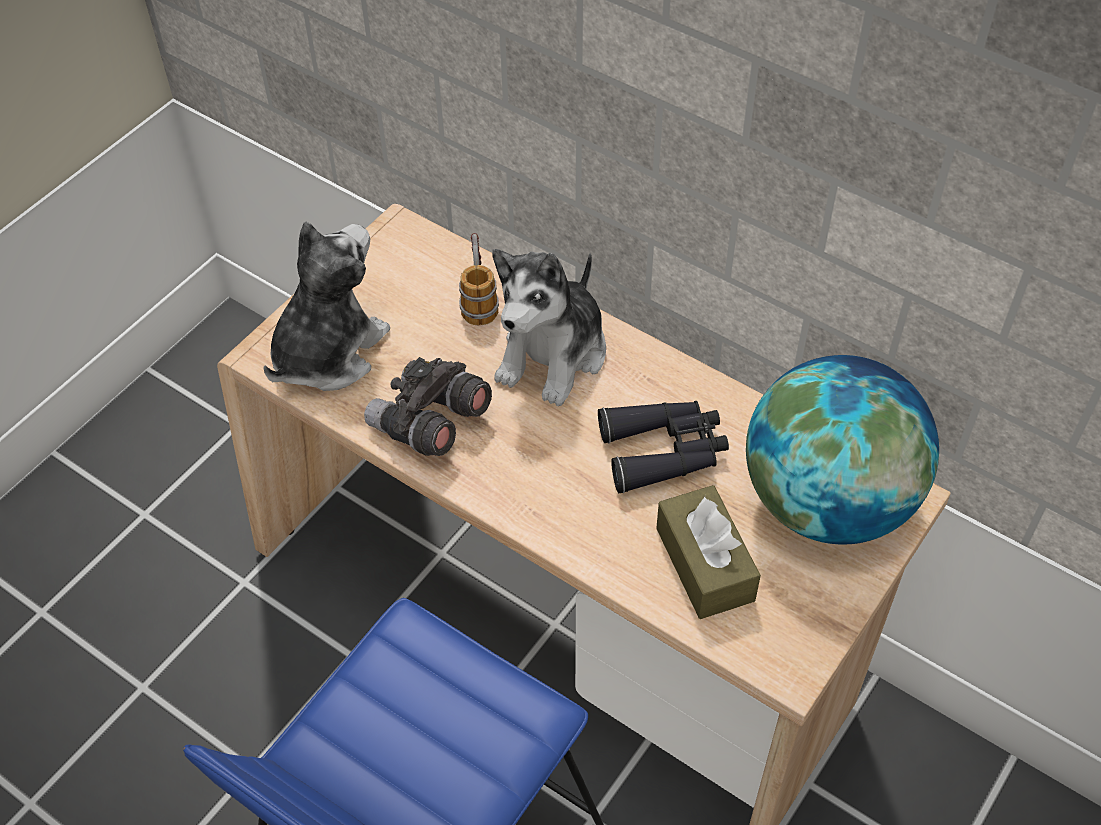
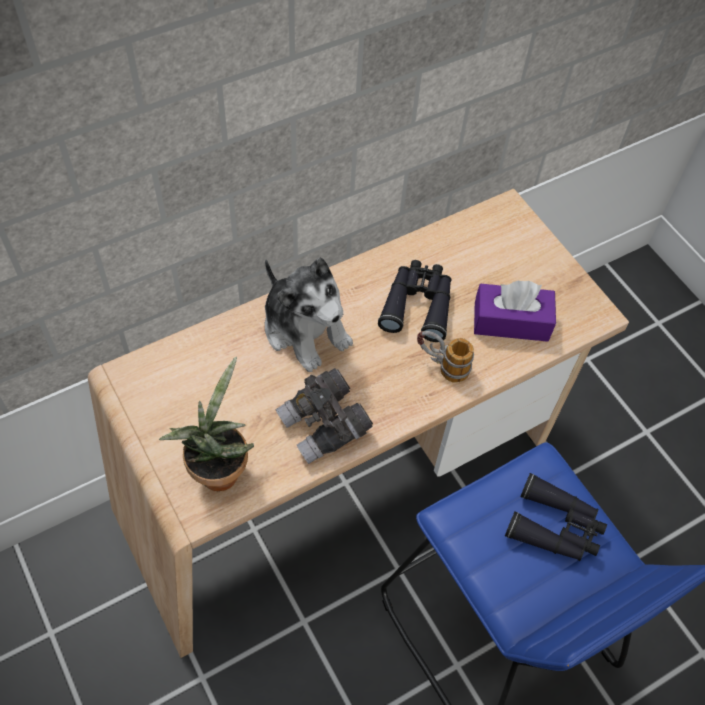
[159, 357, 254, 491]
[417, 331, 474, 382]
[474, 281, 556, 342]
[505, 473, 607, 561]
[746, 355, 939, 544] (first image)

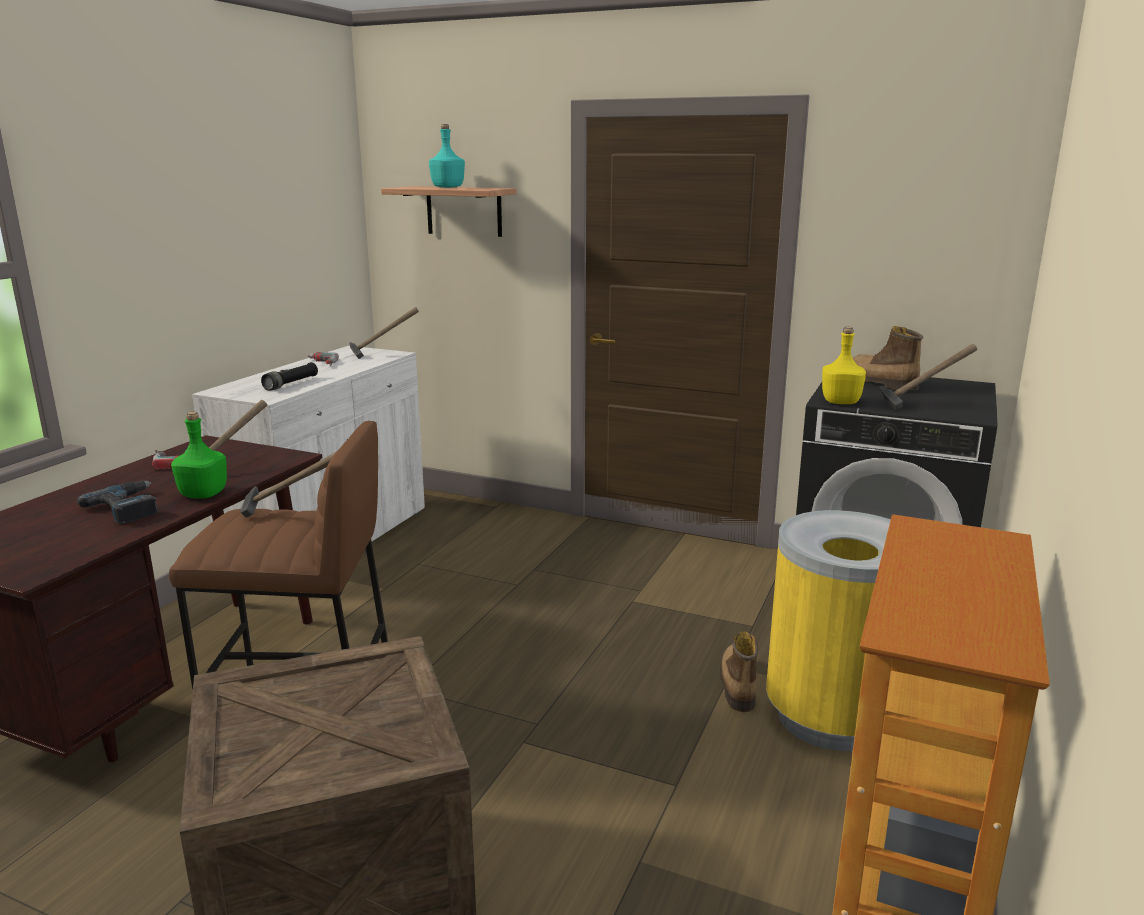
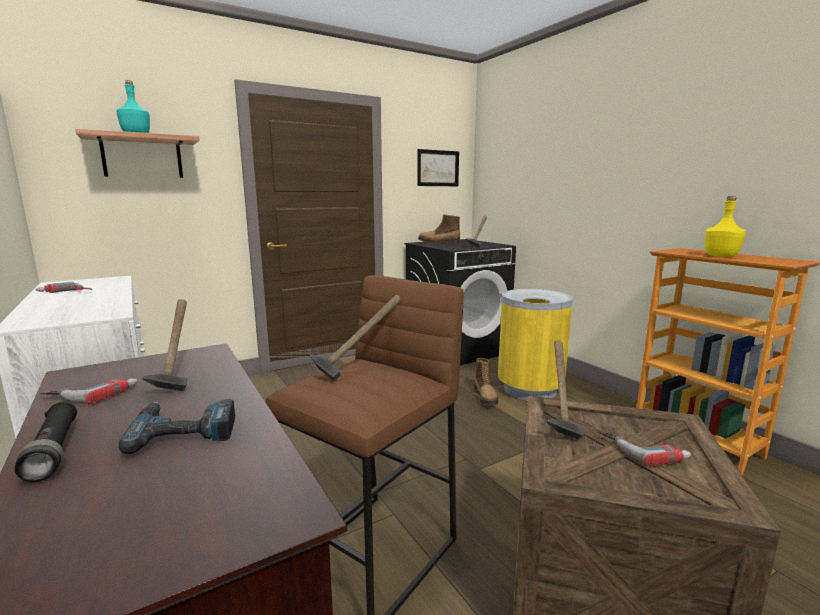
[15, 402, 77, 482]
[417, 149, 459, 186]
[474, 358, 498, 405]
[547, 340, 584, 439]
[597, 431, 691, 466]
[705, 196, 746, 257]
[171, 412, 227, 499] (first image)

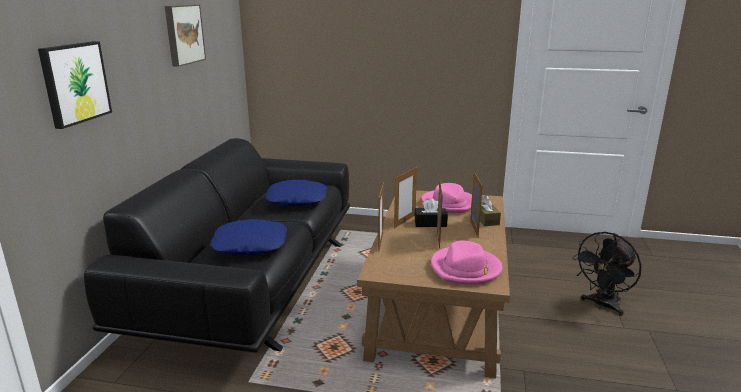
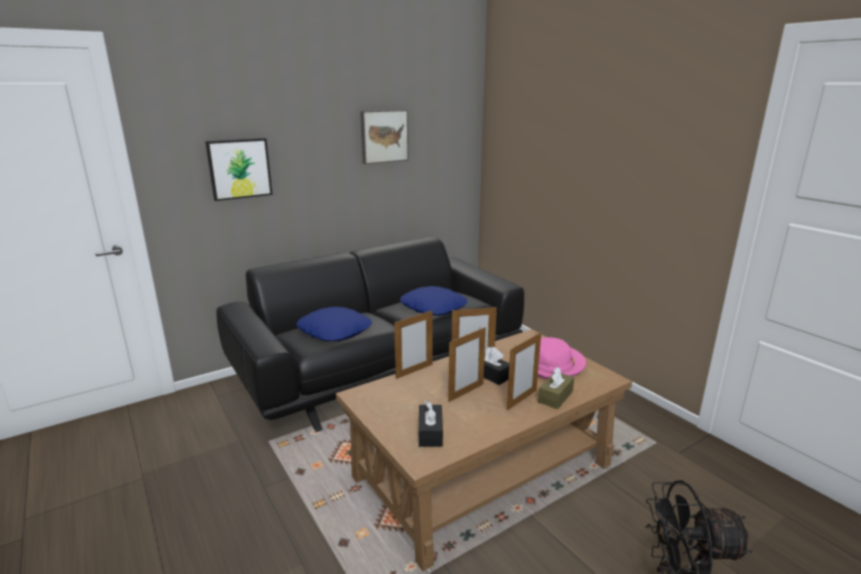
[419, 400, 443, 447]

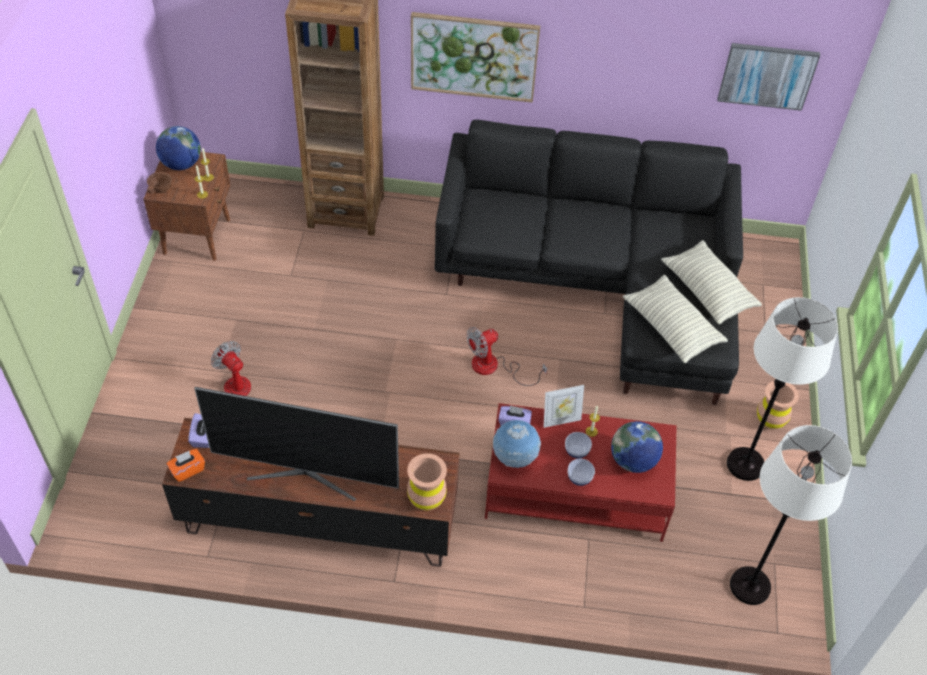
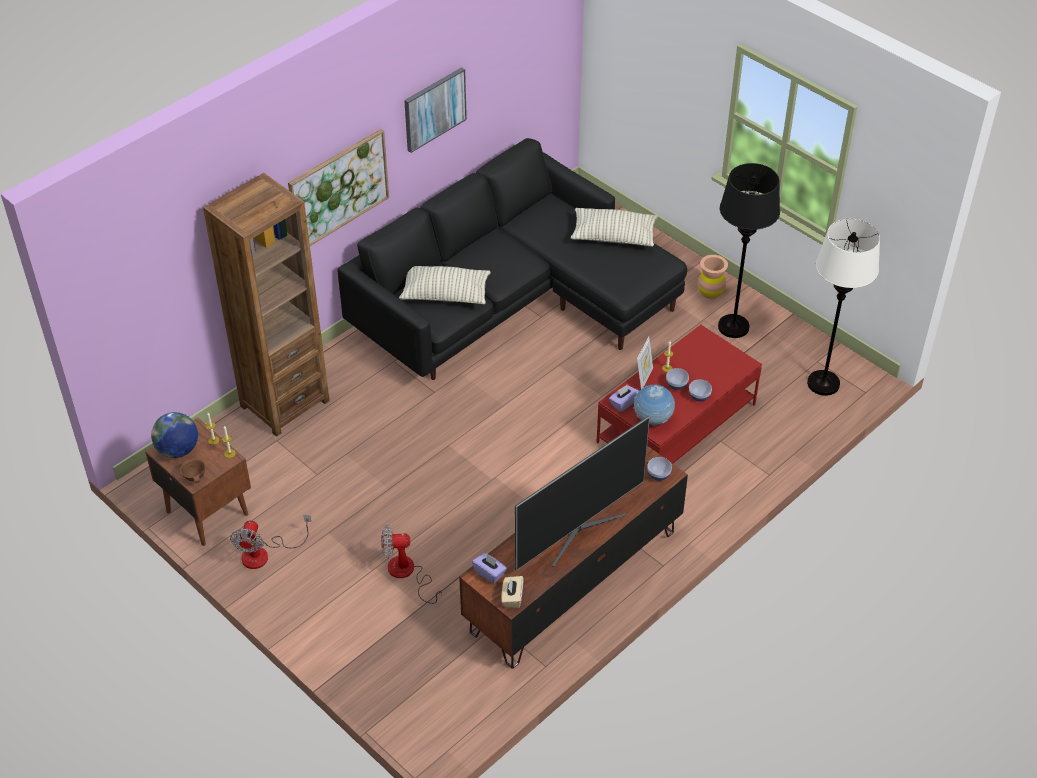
[230, 515, 311, 569]
[399, 266, 491, 304]
[404, 67, 467, 153]
[501, 576, 523, 608]
[647, 457, 672, 481]
[718, 163, 780, 338]
[611, 421, 663, 473] (first image)

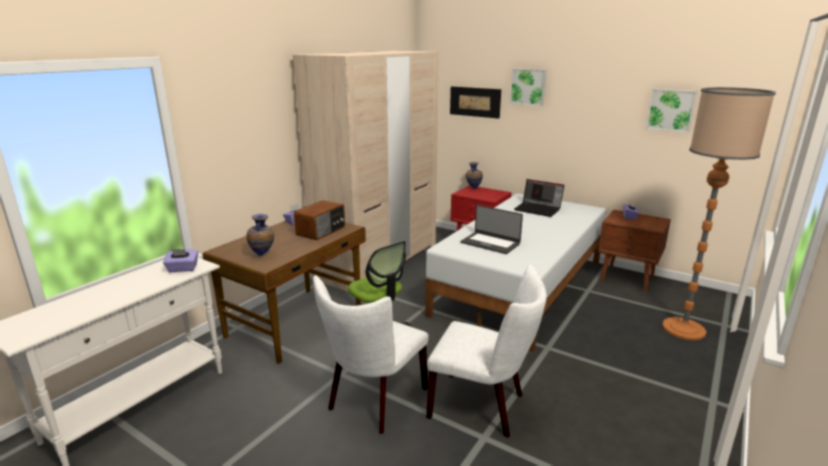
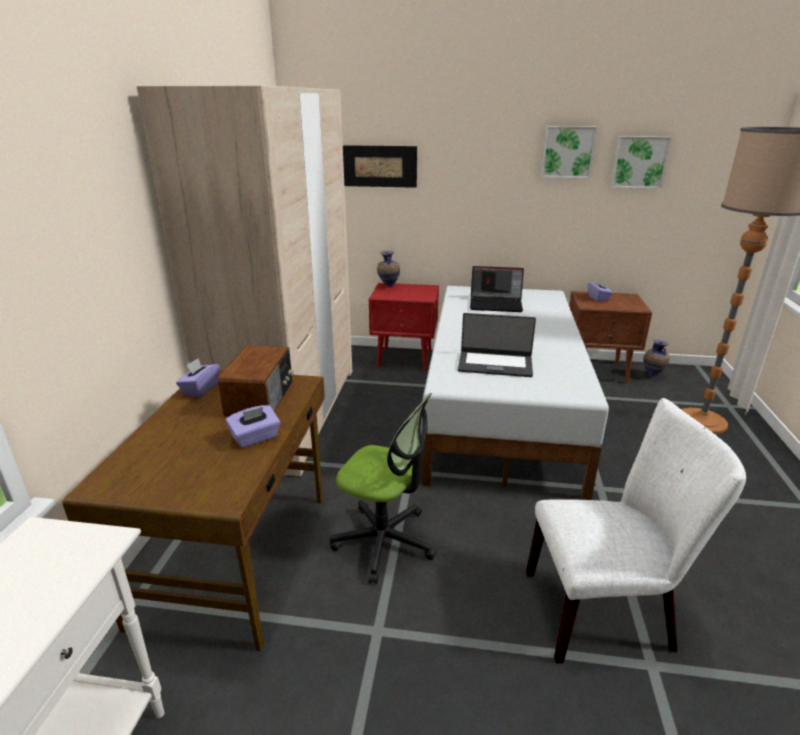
[226, 405, 280, 448]
[541, 126, 597, 178]
[643, 340, 670, 376]
[313, 275, 429, 434] (first image)

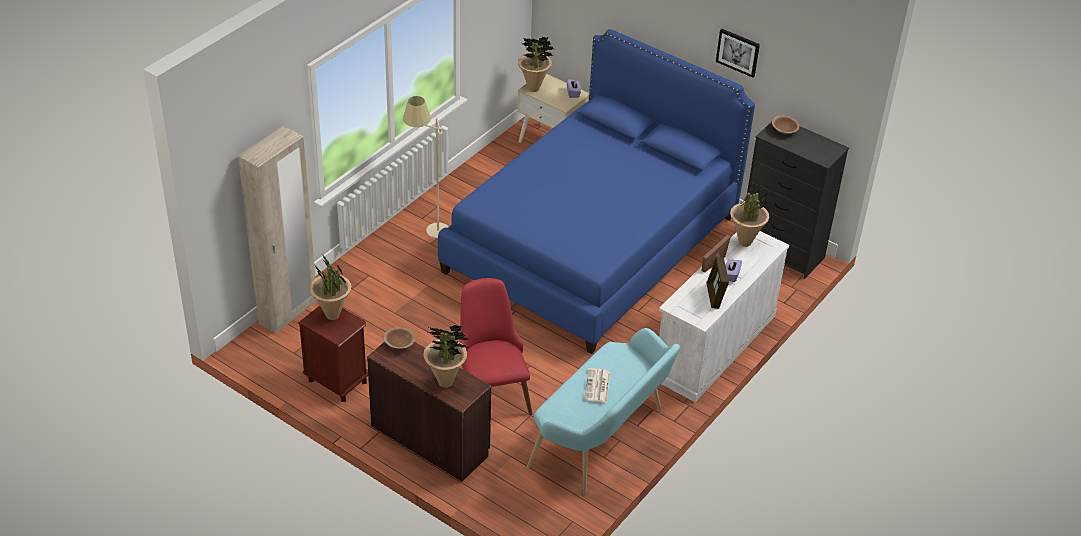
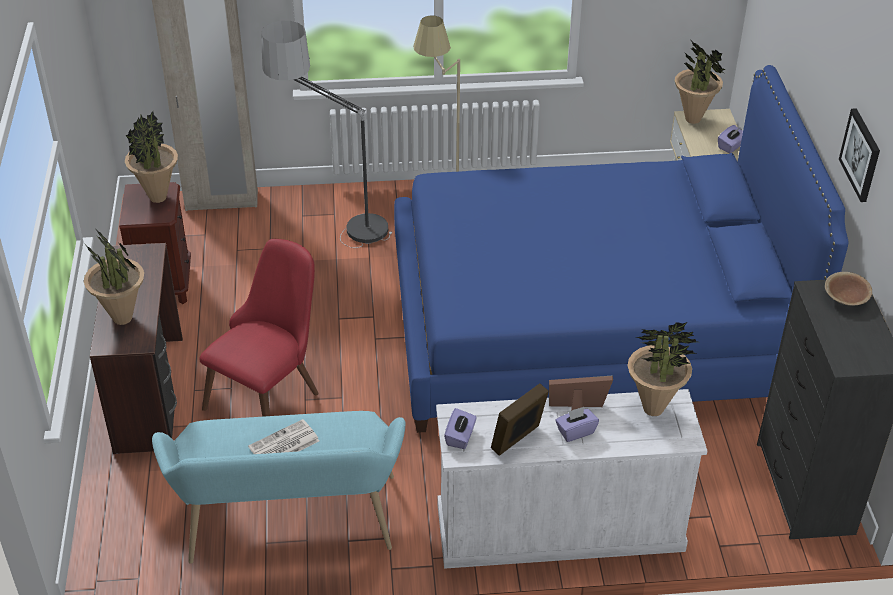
[261, 21, 393, 248]
[444, 408, 477, 449]
[384, 327, 415, 349] (first image)

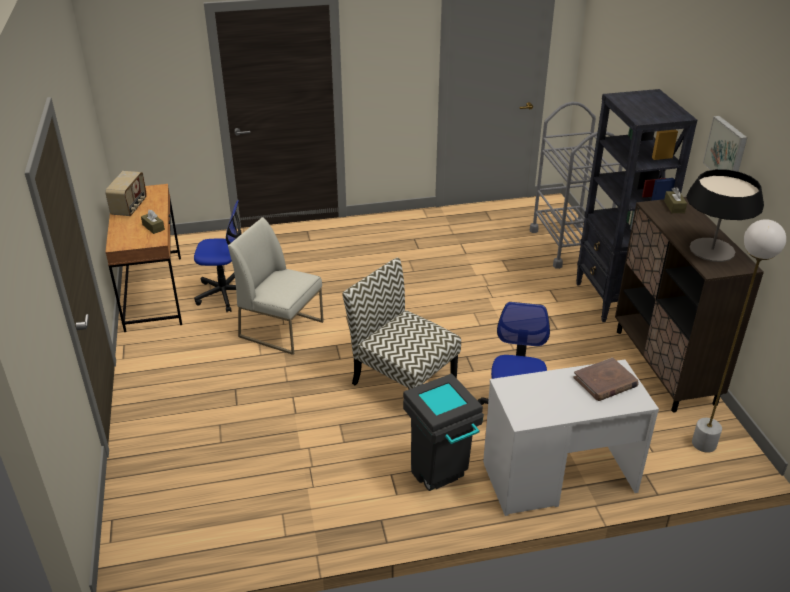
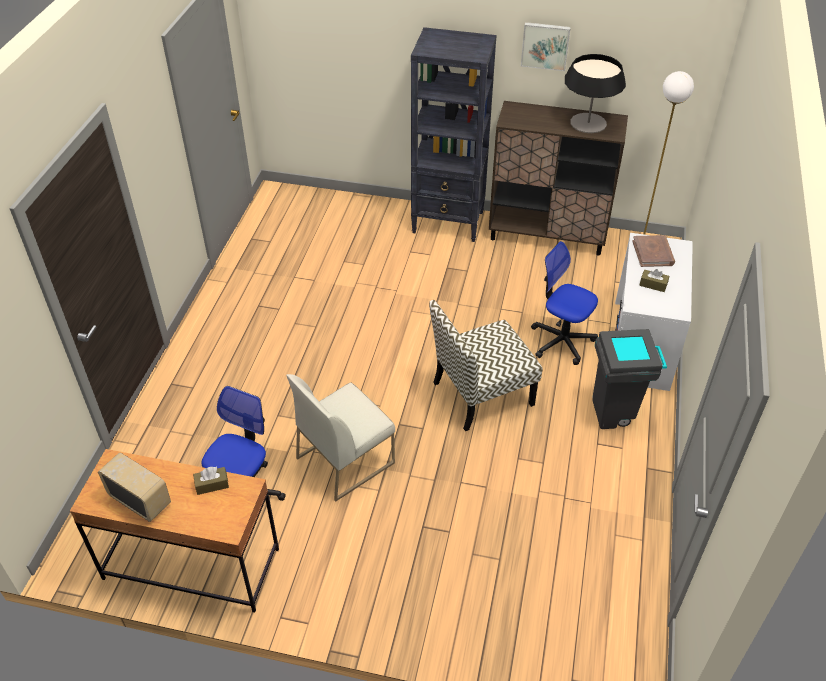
[639, 269, 669, 292]
[530, 102, 623, 269] (first image)

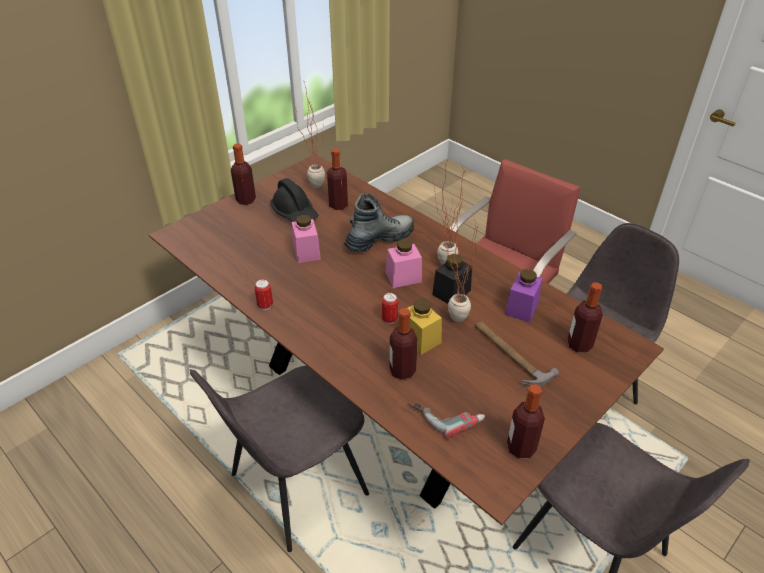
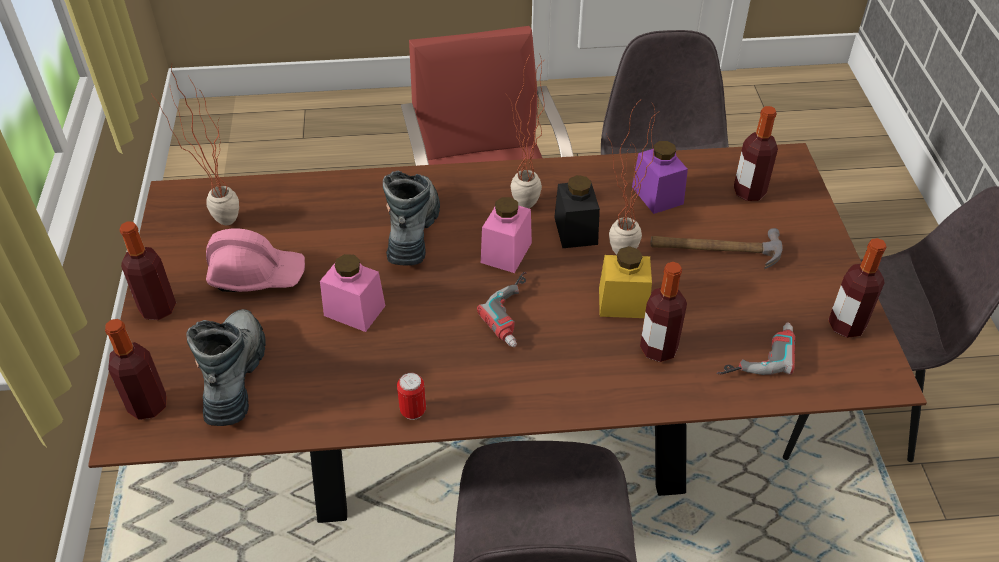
[105, 319, 167, 420]
[186, 309, 266, 426]
[206, 228, 305, 292]
[477, 272, 527, 347]
[382, 293, 398, 324] (first image)

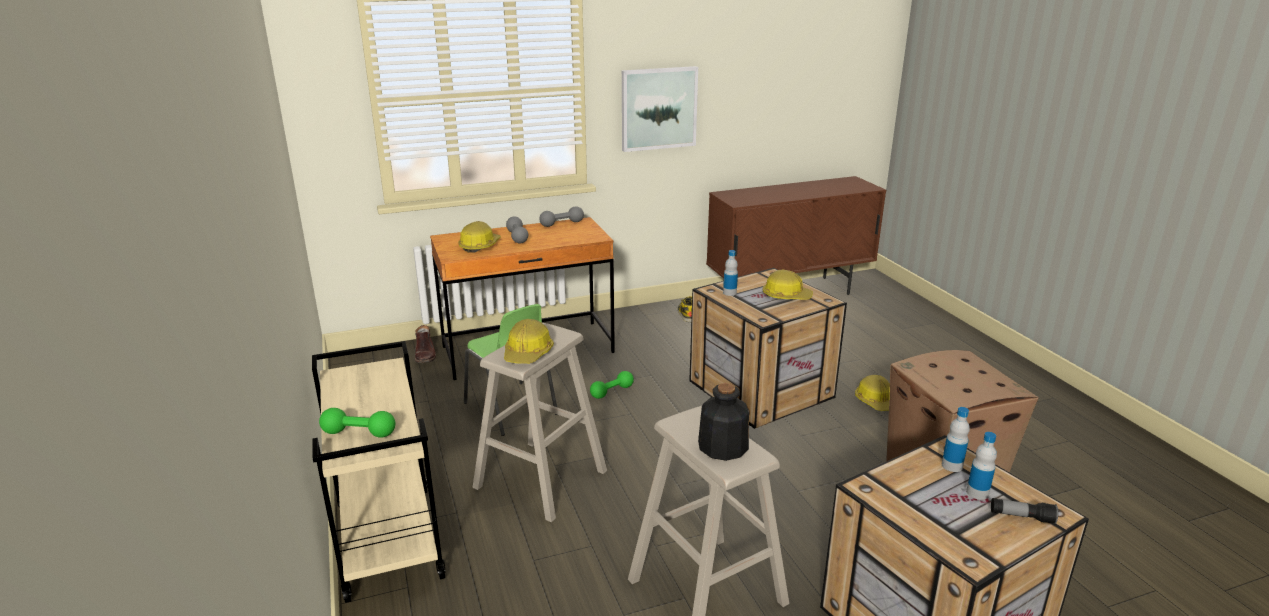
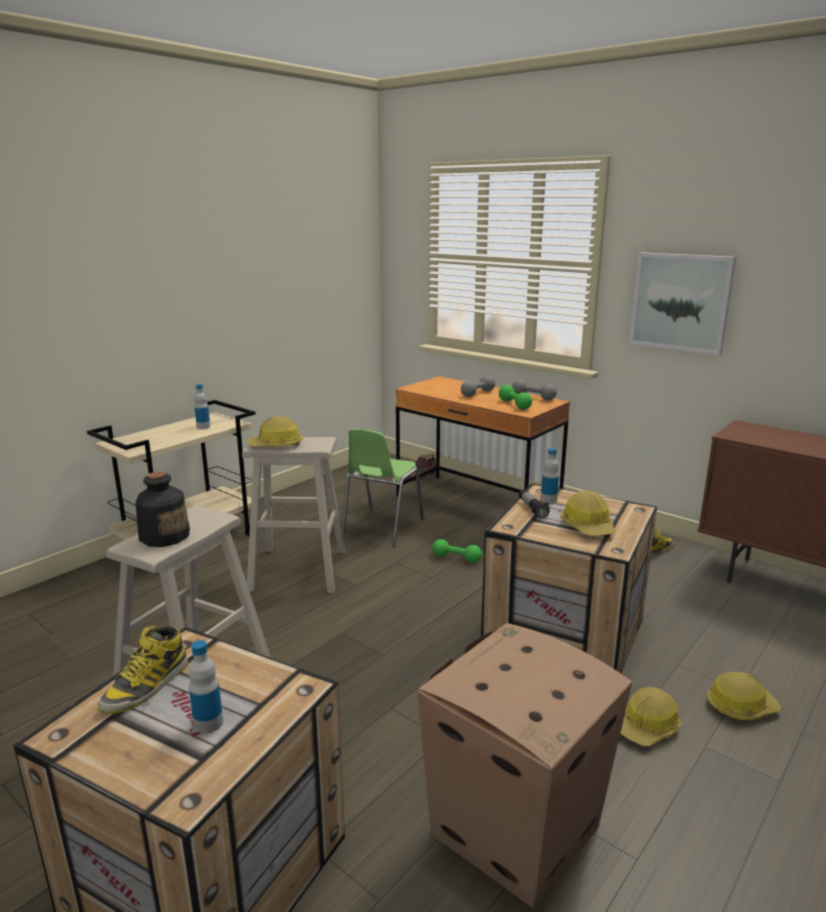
[98, 626, 188, 714]
[194, 384, 210, 429]
[499, 385, 532, 409]
[519, 489, 550, 518]
[707, 672, 781, 720]

